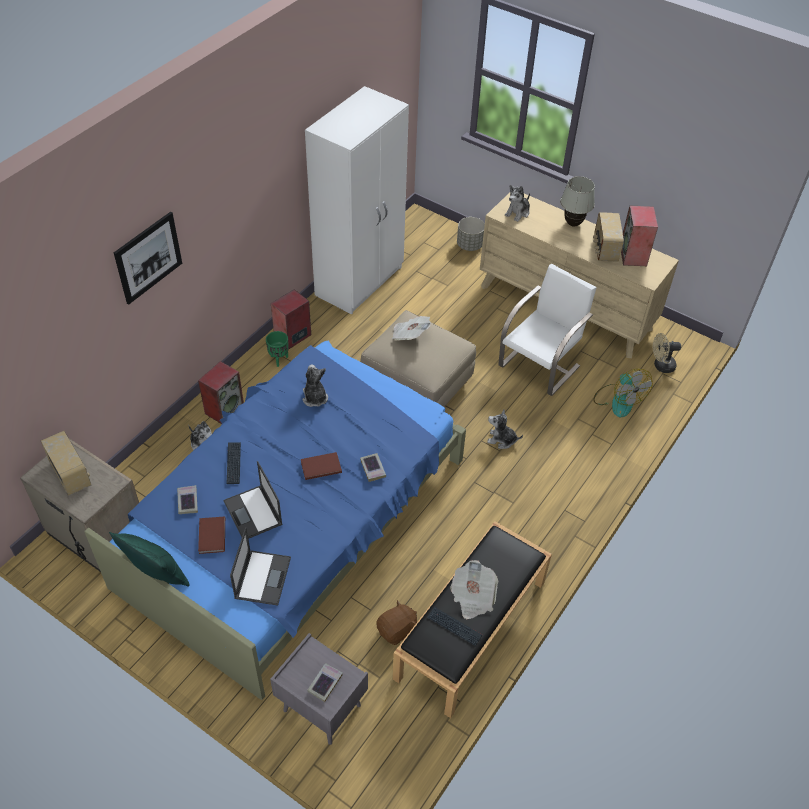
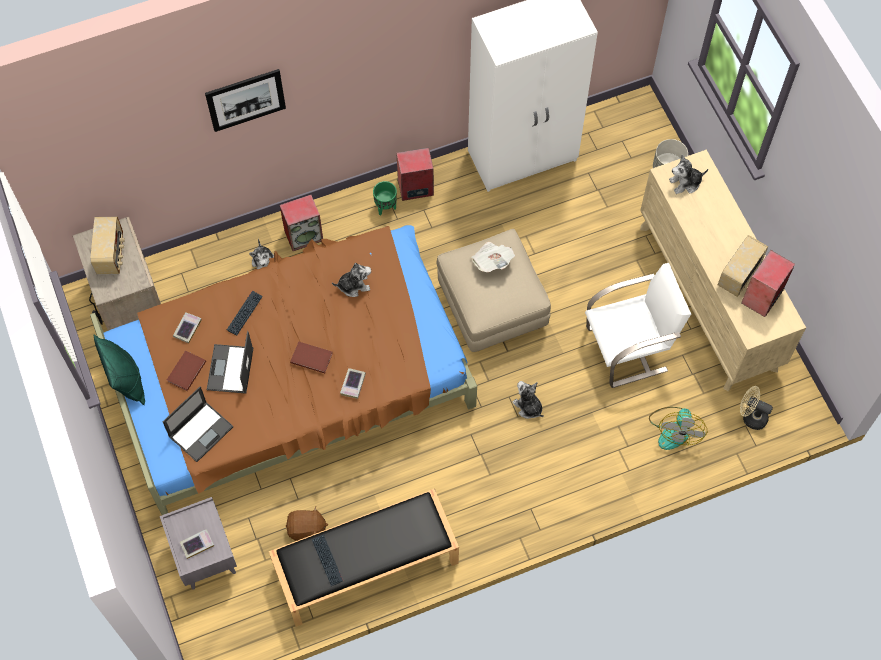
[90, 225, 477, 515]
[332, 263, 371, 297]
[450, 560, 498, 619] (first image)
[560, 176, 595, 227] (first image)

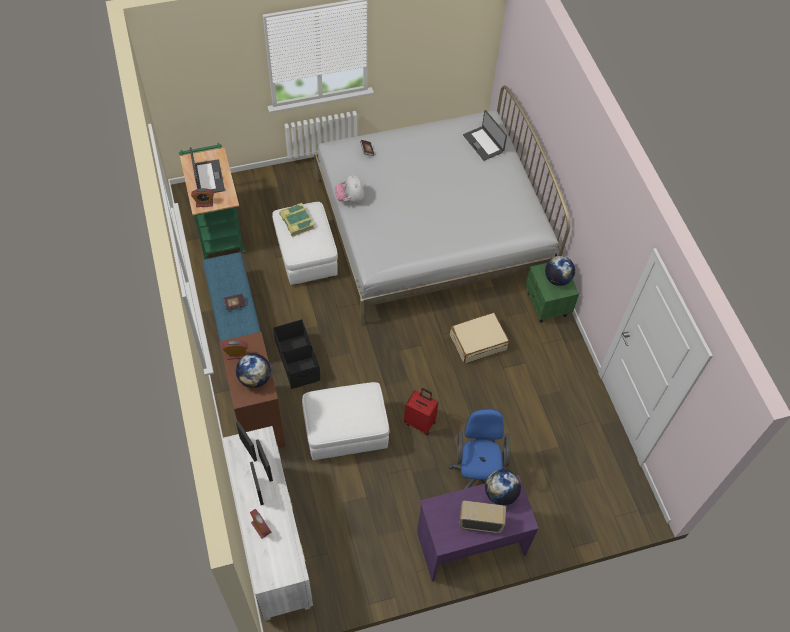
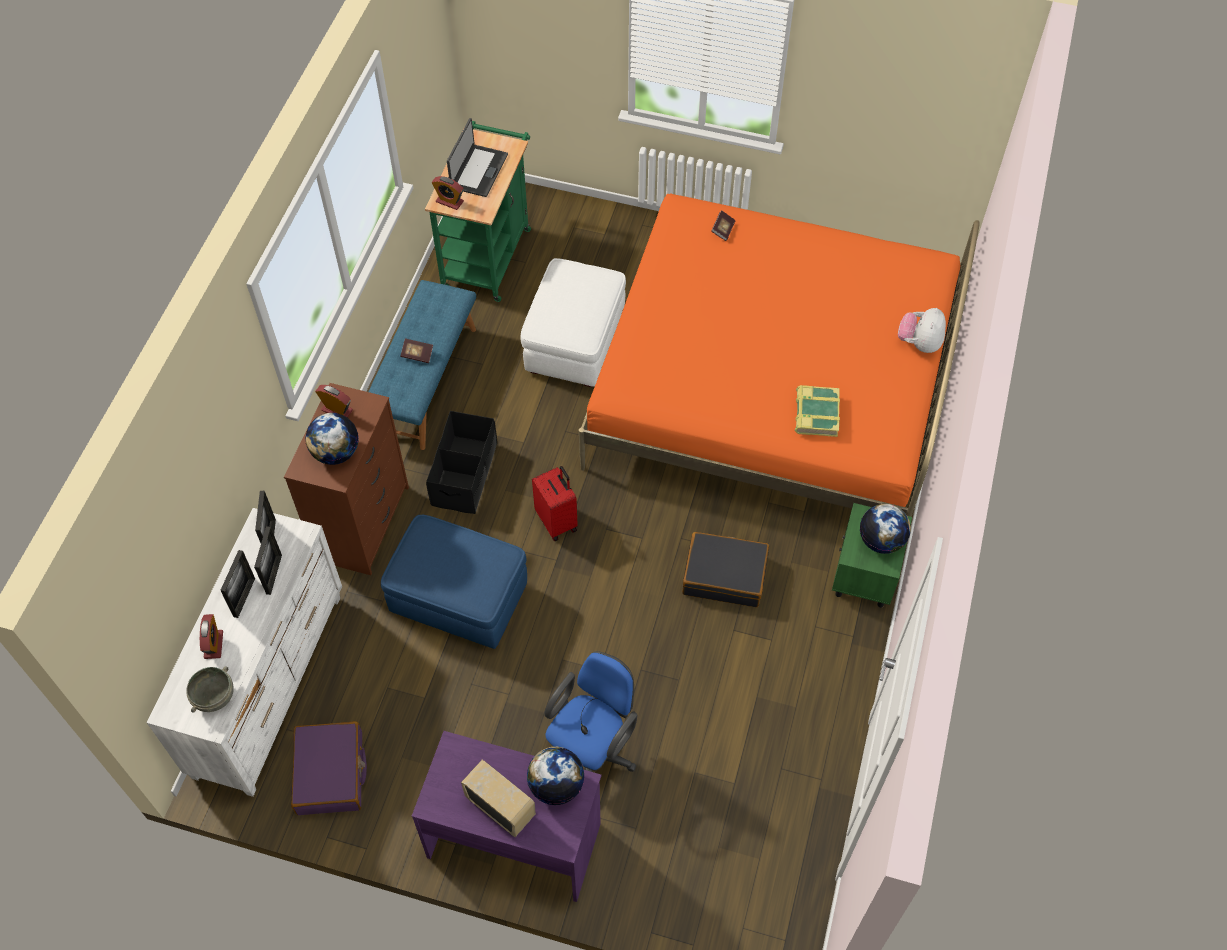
[186, 666, 234, 713]
[291, 721, 367, 815]
[381, 515, 527, 649]
[532, 466, 578, 541]
[579, 193, 980, 517]
[682, 532, 769, 607]
[795, 385, 840, 437]
[898, 308, 946, 353]
[463, 110, 507, 161] (first image)

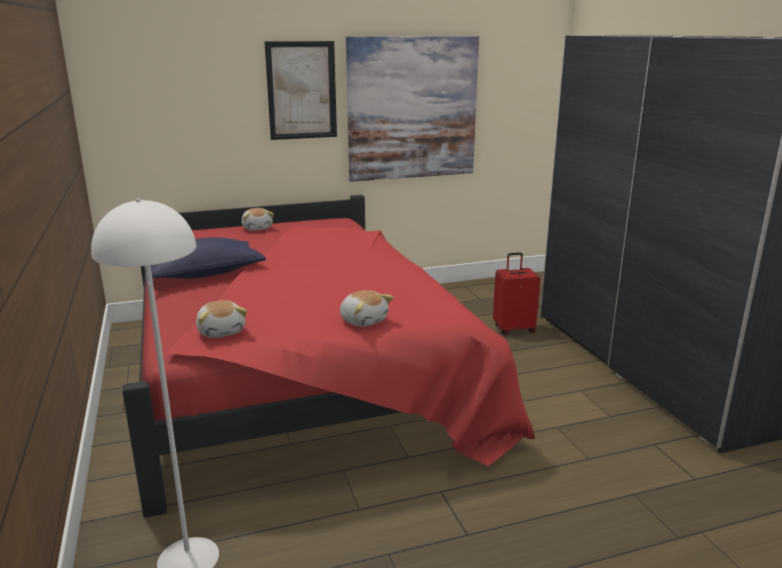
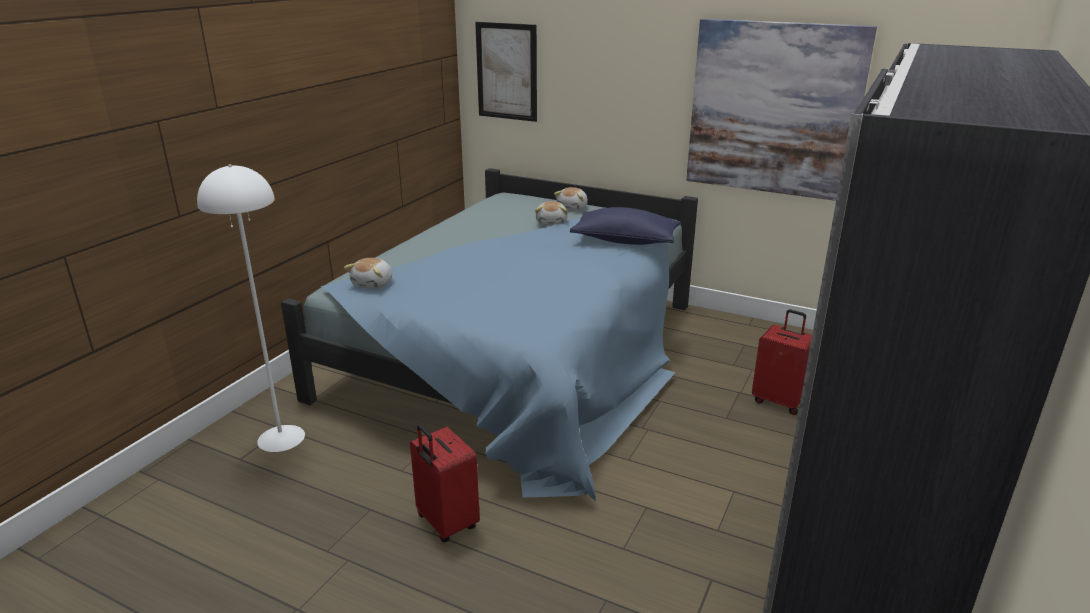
[281, 168, 698, 501]
[410, 424, 480, 542]
[475, 22, 537, 122]
[535, 201, 568, 225]
[570, 207, 681, 245]

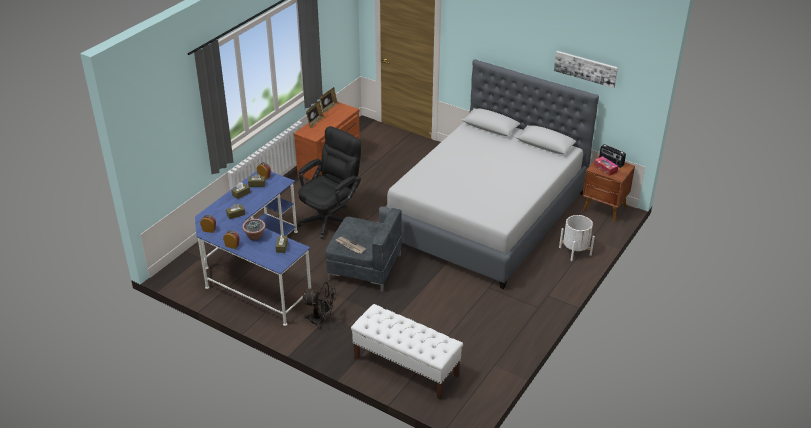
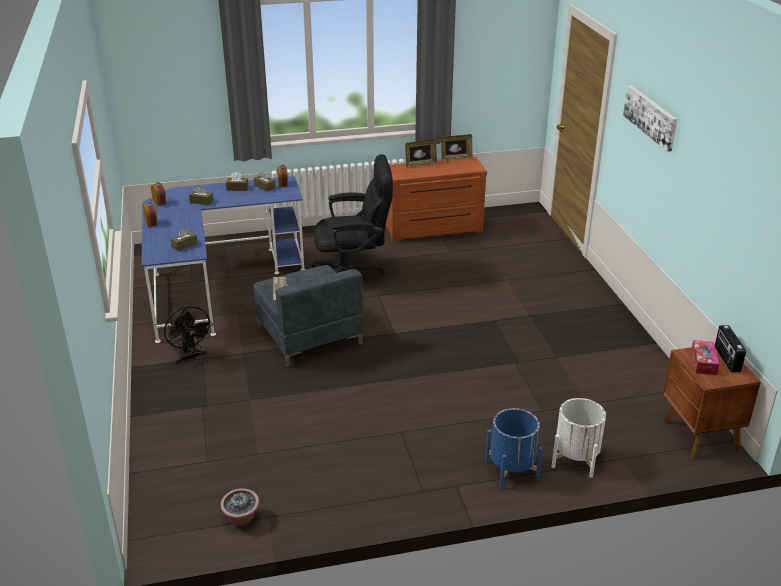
[221, 488, 259, 526]
[485, 408, 543, 489]
[623, 85, 677, 152]
[351, 304, 463, 400] (first image)
[379, 59, 599, 289] (first image)

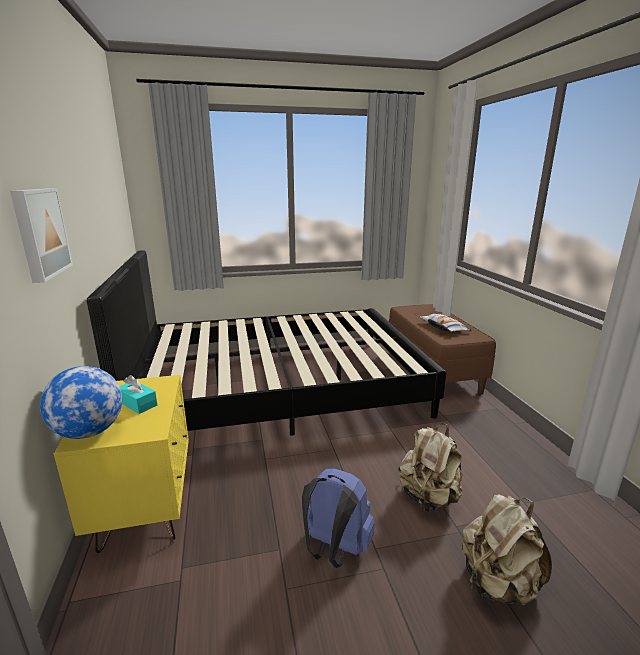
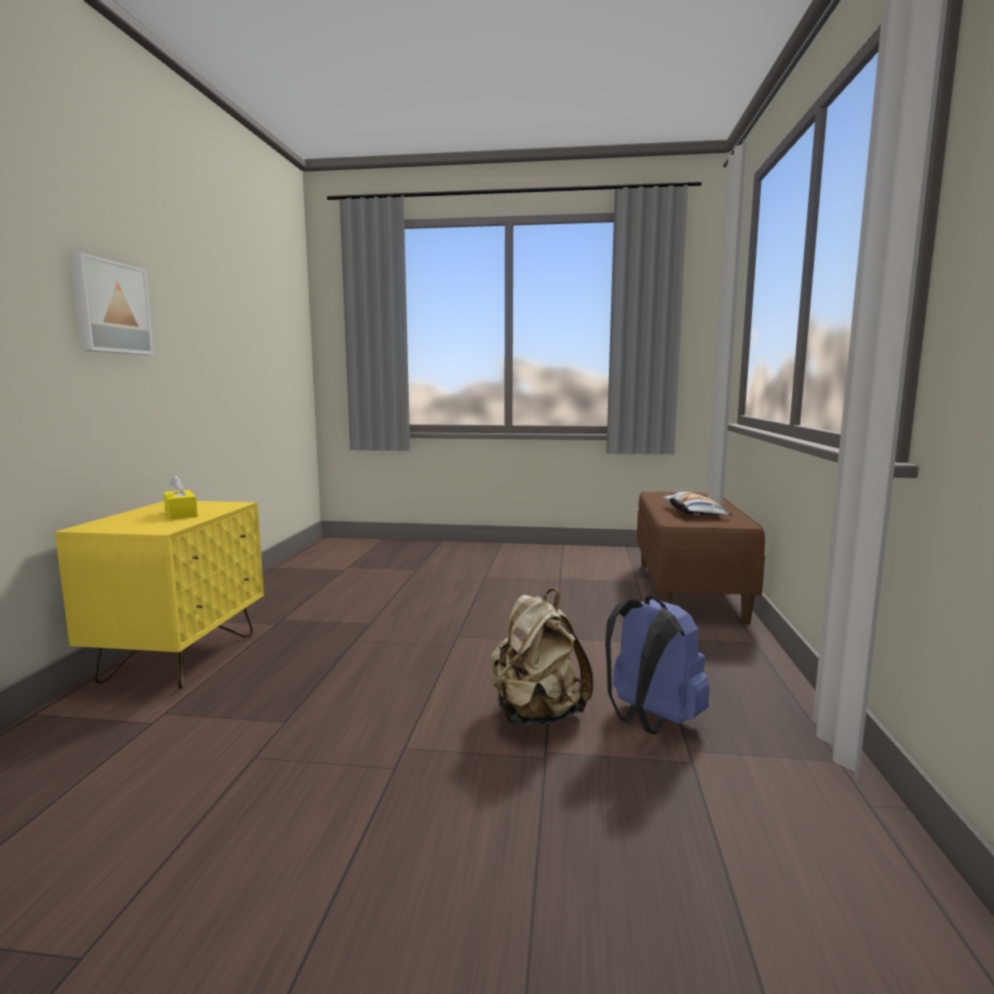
[163, 475, 198, 519]
[605, 595, 709, 734]
[40, 366, 122, 439] (first image)
[87, 250, 446, 436] (first image)
[462, 494, 552, 606] (first image)

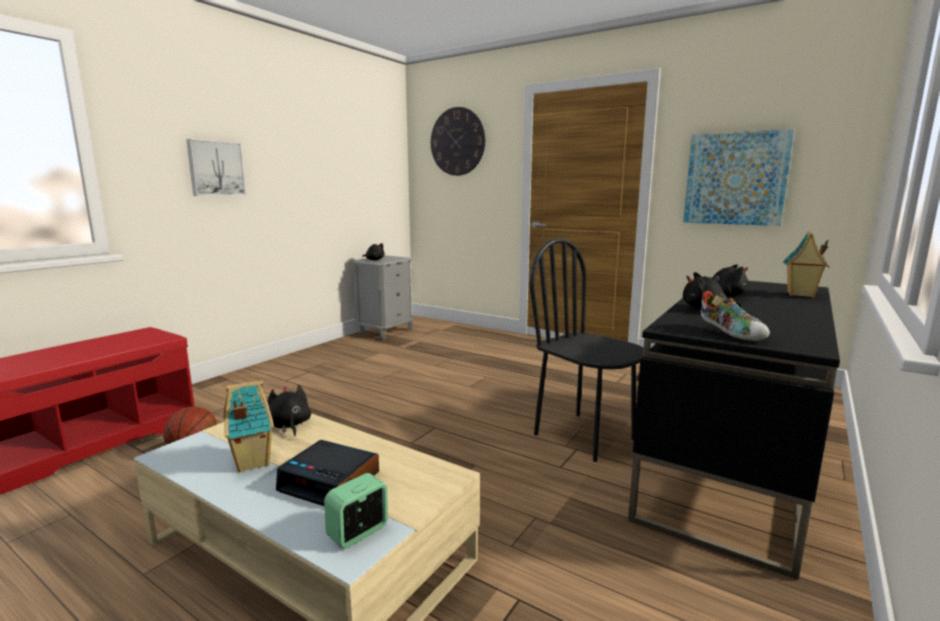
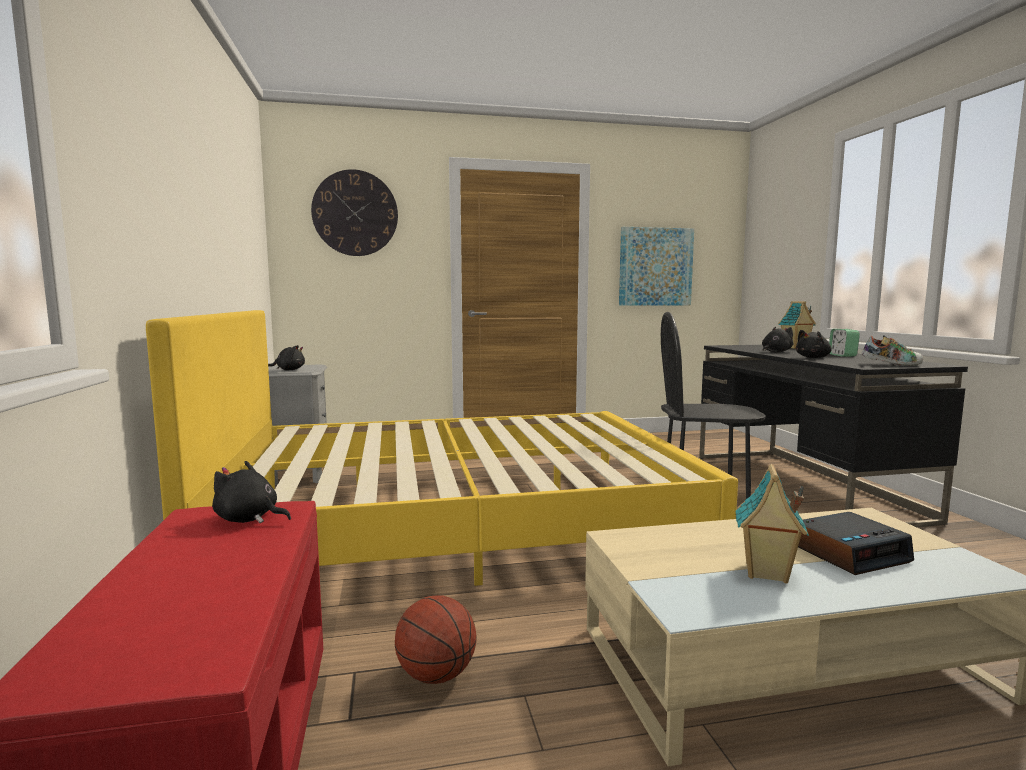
[146, 310, 738, 586]
[212, 461, 291, 523]
[829, 329, 860, 357]
[186, 139, 246, 196] (first image)

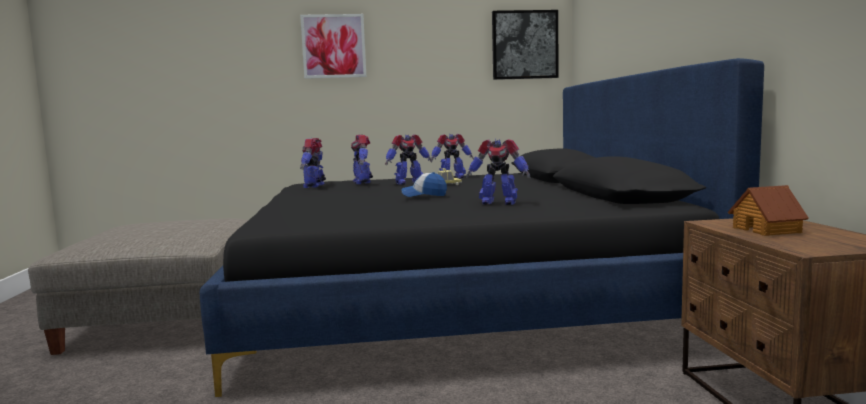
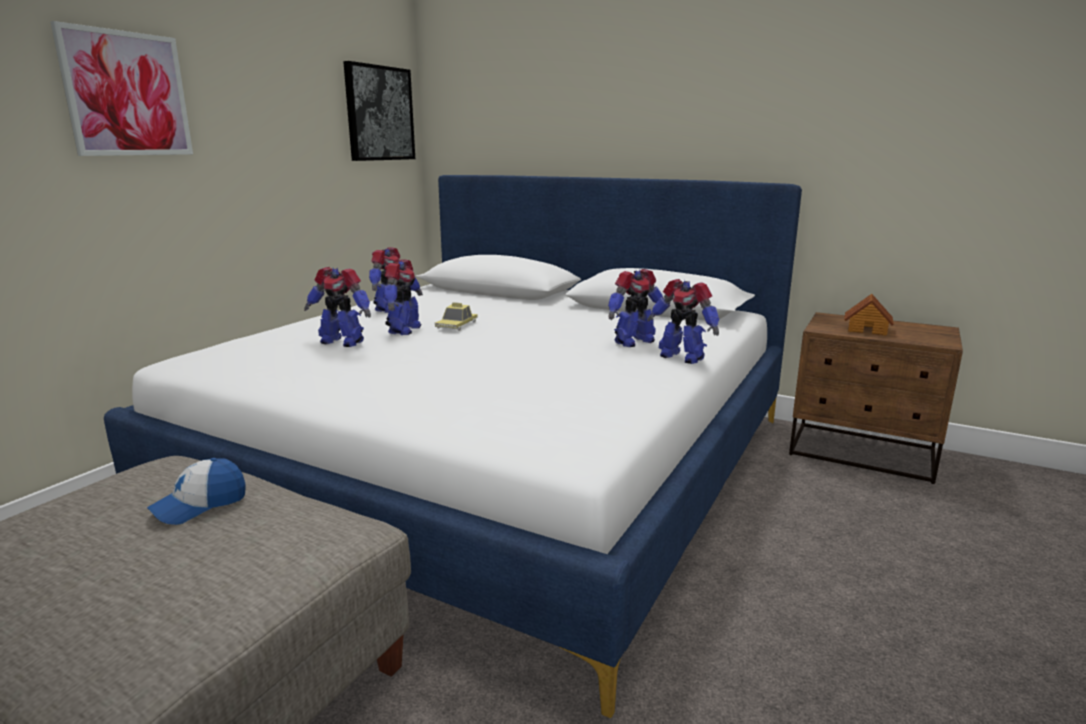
[104, 175, 802, 718]
[147, 458, 245, 525]
[647, 279, 719, 364]

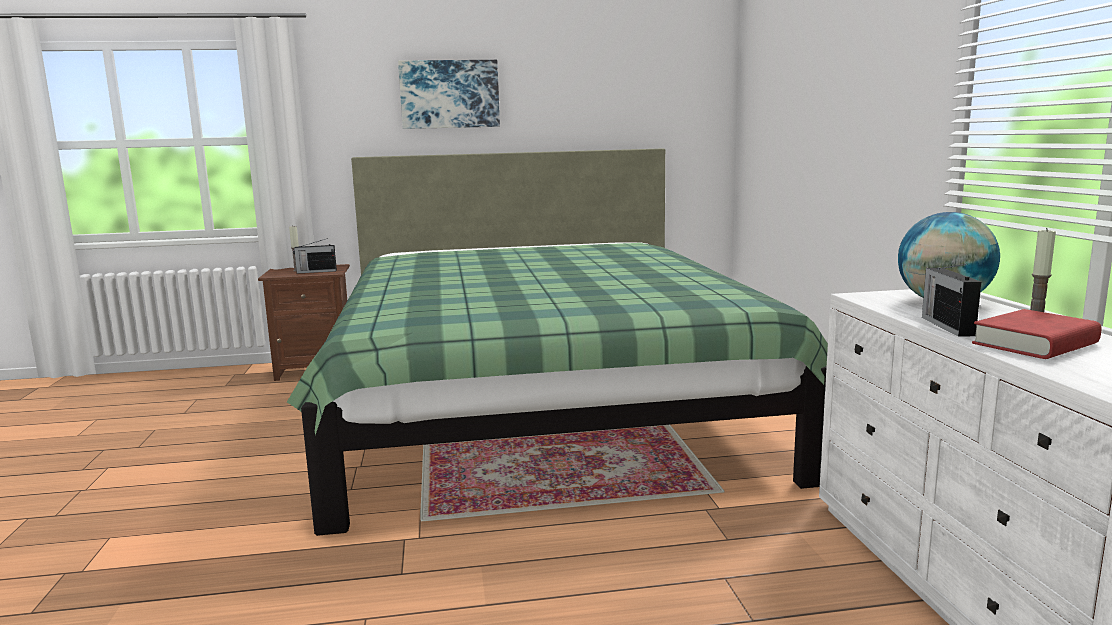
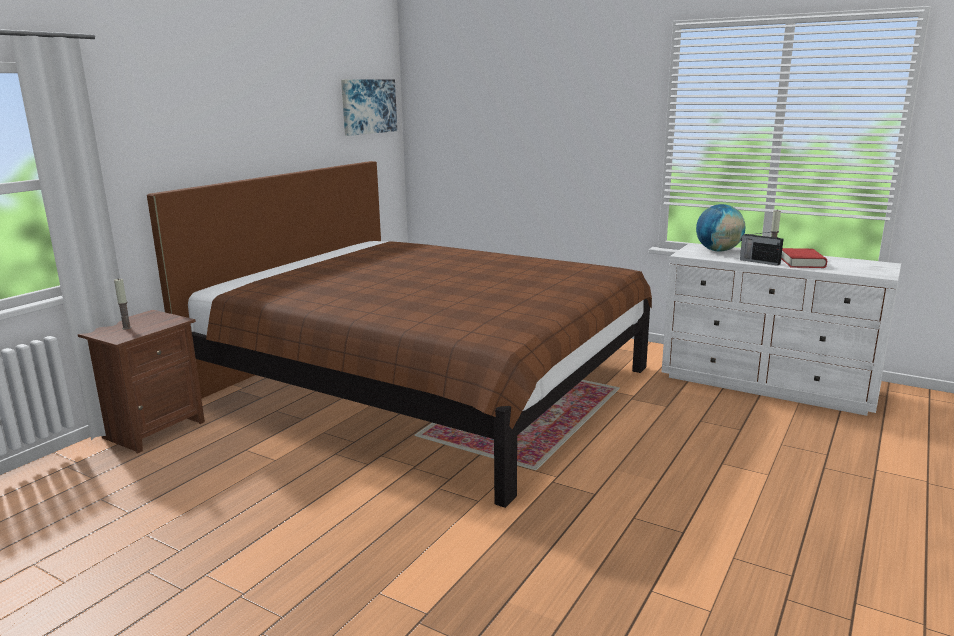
[147, 161, 652, 508]
[341, 79, 397, 136]
[293, 238, 337, 274] (first image)

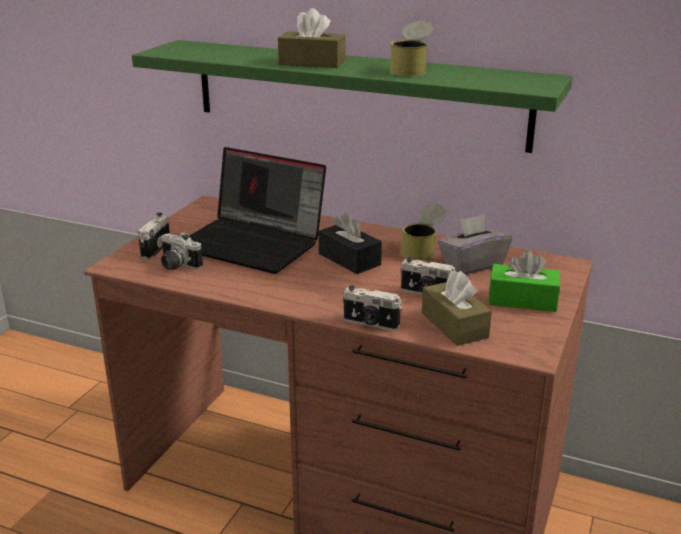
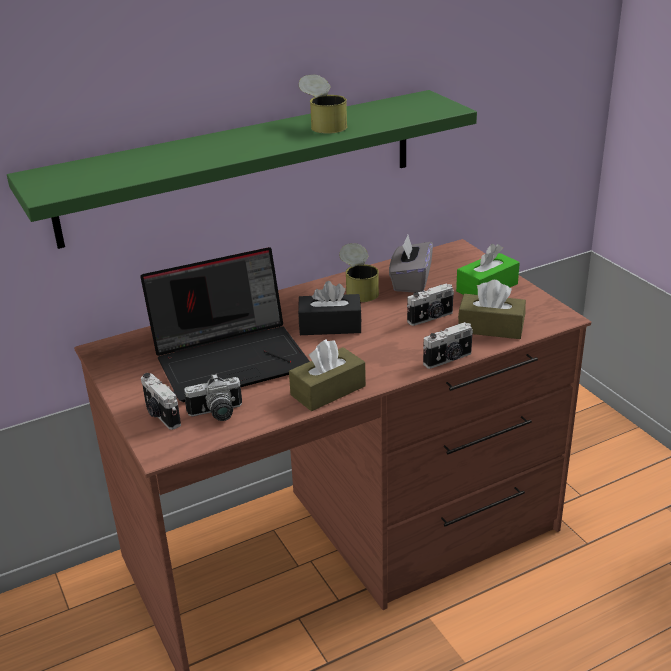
[289, 339, 366, 411]

